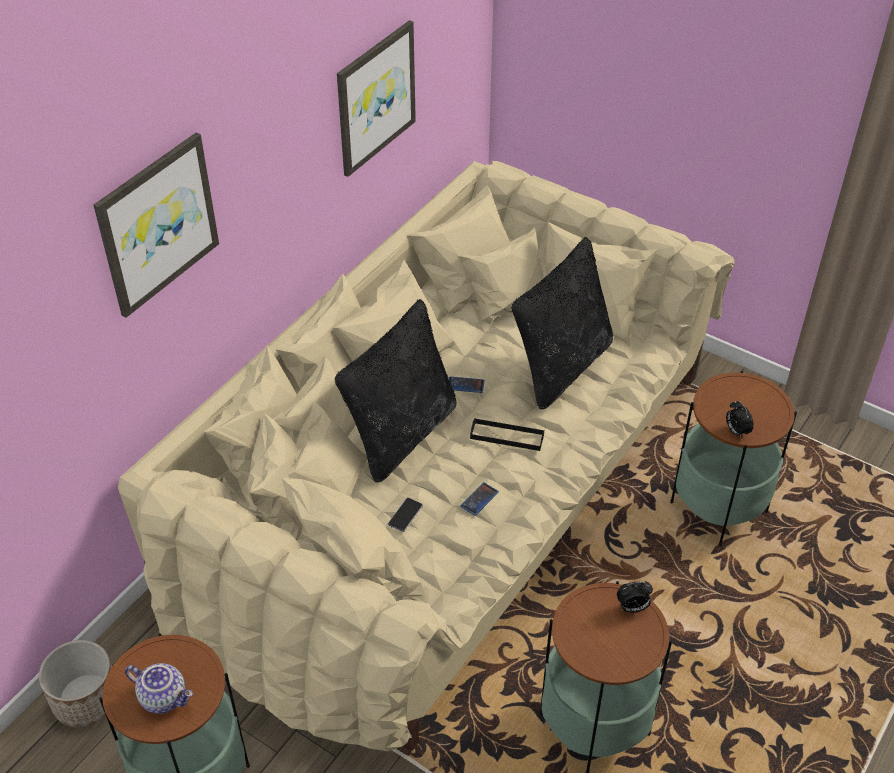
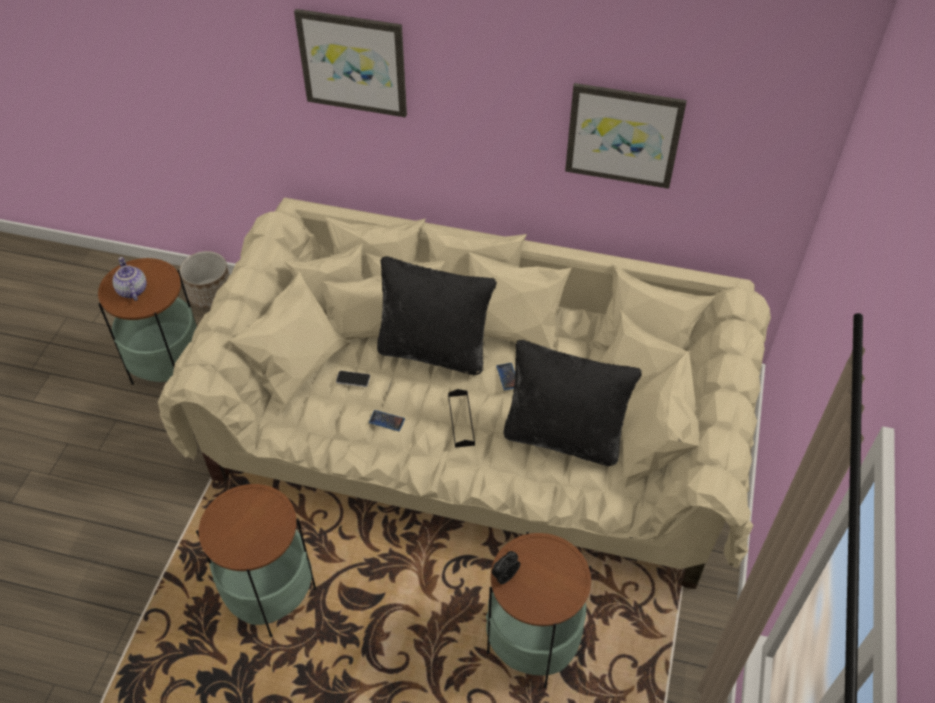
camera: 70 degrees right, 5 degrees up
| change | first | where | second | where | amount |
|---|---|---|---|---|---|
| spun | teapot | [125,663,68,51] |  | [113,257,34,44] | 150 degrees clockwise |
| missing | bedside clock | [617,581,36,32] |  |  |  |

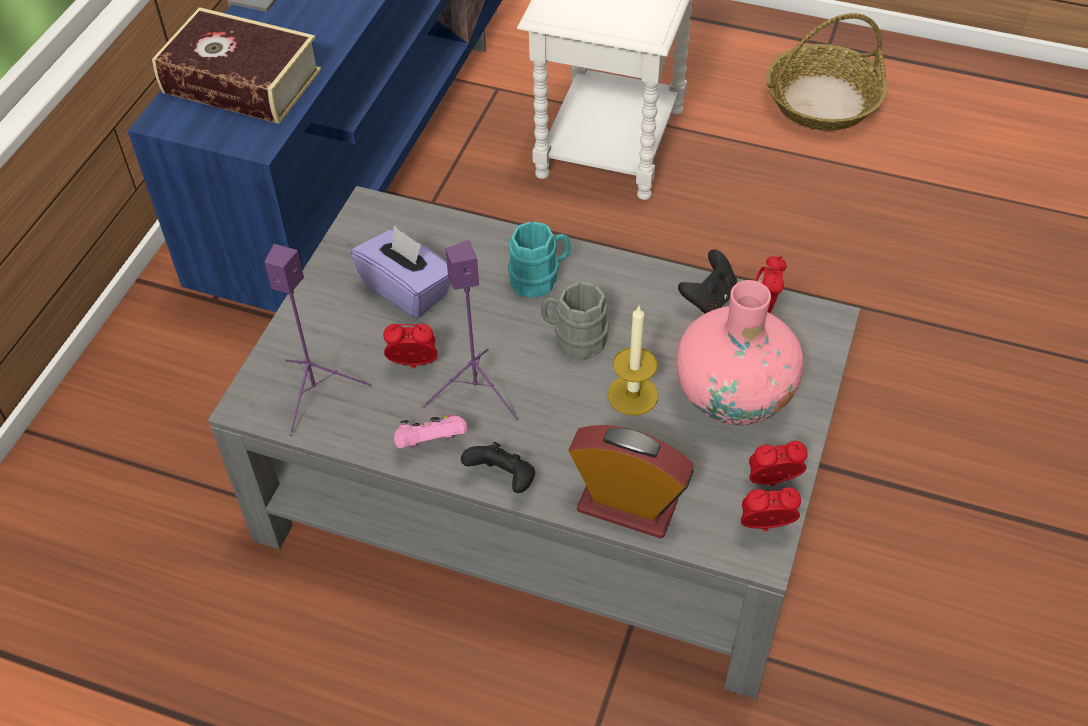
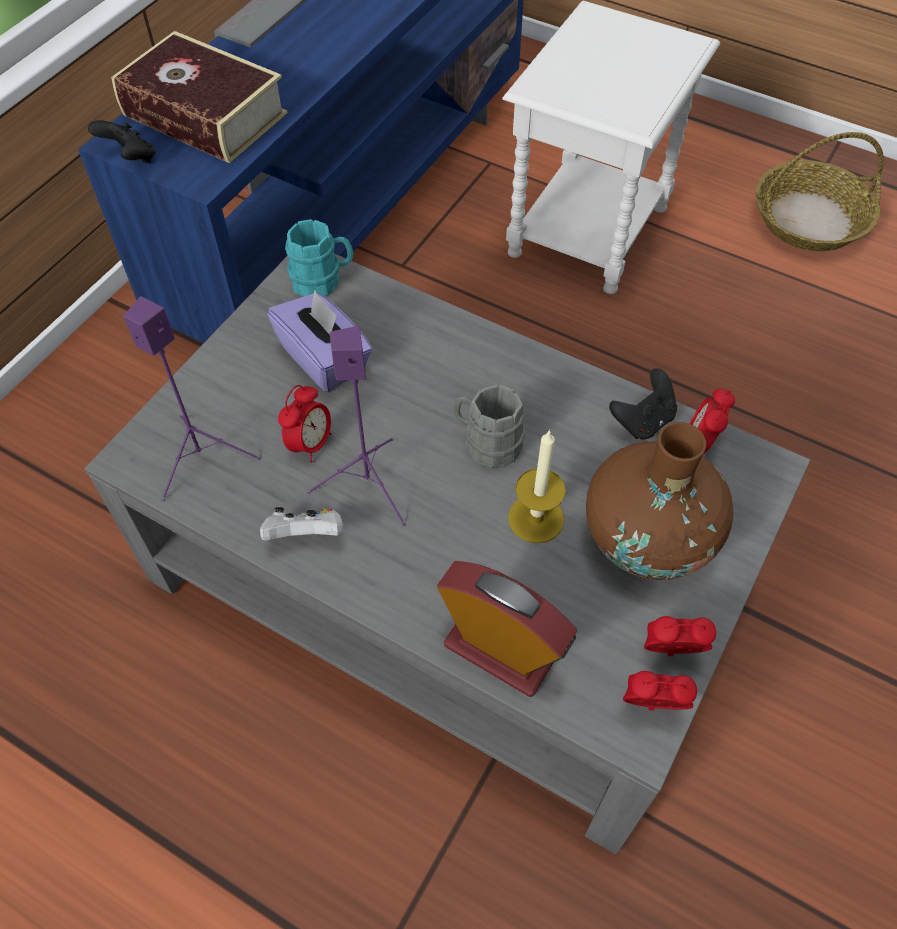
camera: 10 degrees right, 5 degrees up
| change | first | where | second | where | amount |
|---|---|---|---|---|---|
| relocated | black joypad | [461,442,74,51] |  | [88,120,67,43] |  |
| colour | pinkish joypad | [394,414,73,34] | whitish joypad | [260,507,83,34] |  |
| spun | bedside clock | [383,324,54,44] |  | [278,385,54,78] | 105 degrees clockwise |
| relocated | blue-green tea mug | [508,222,63,76] |  | [285,219,68,78] |  |
| colour | pinkish flower vase | [676,280,128,145] | brown-coloured flower vase | [586,422,147,158] |  |

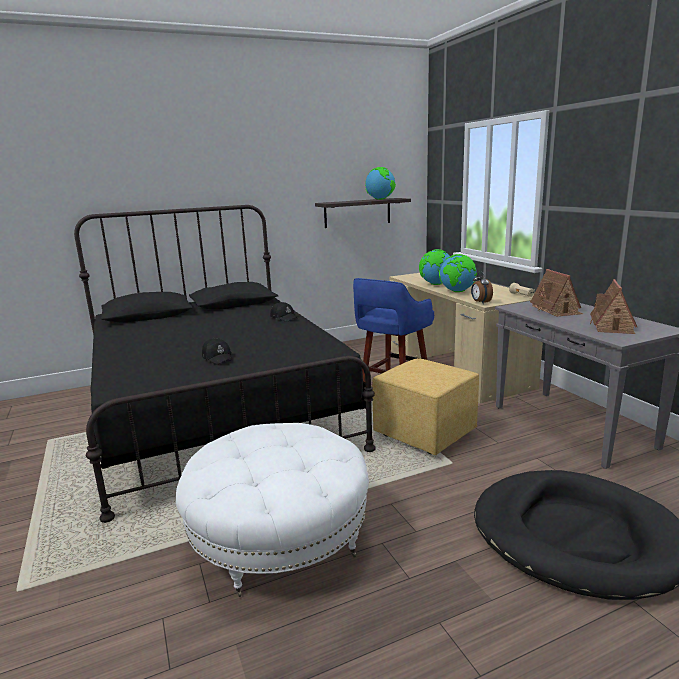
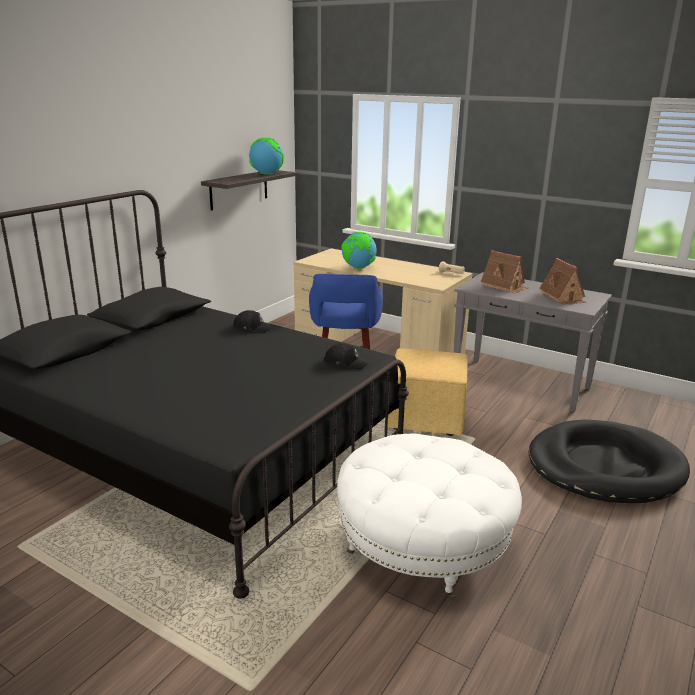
camera: 35 degrees left, 5 degrees up
| change | first | where | second | where | amount |
|---|---|---|---|---|---|
| relocated | black baseball cap | [202,338,30,27] |  | [324,343,45,26] |  |
| missing | world globe | [439,254,38,38] |  |  |  |
| missing | bedside clock | [471,271,22,33] |  |  |  |

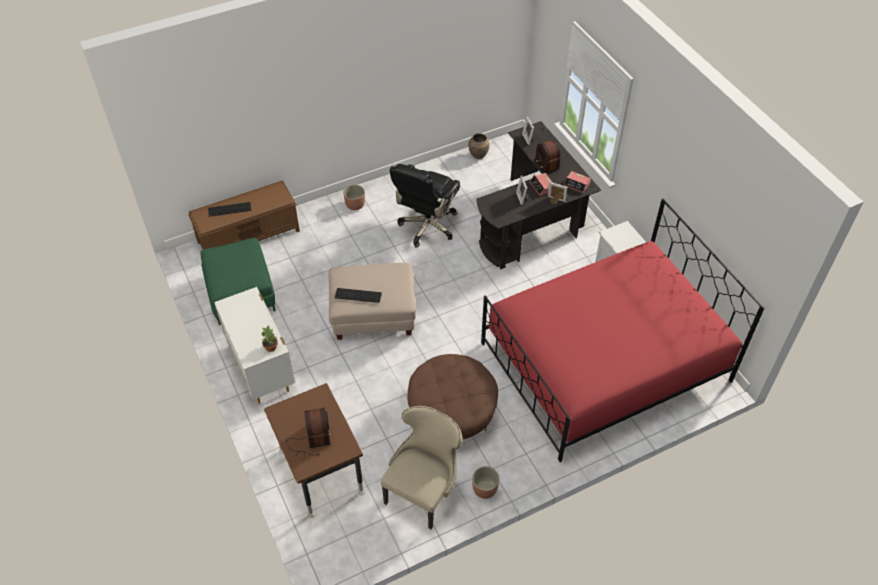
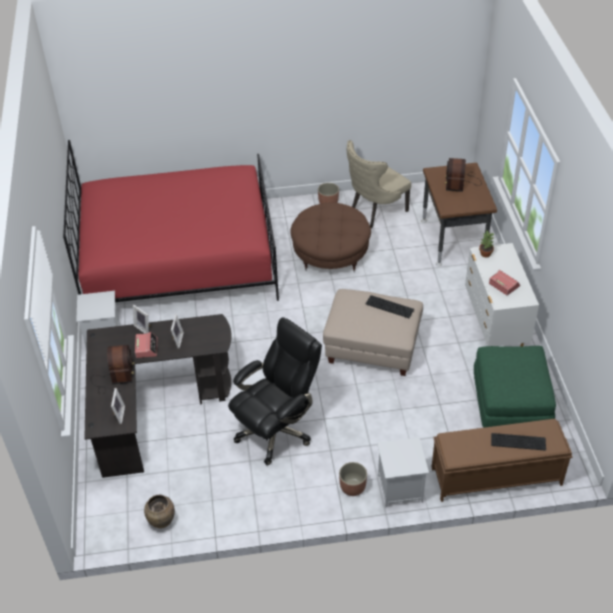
camera: 160 degrees left, 5 degrees down
| change | first | where | second | where | amount |
|---|---|---|---|---|---|
| appeared |  |  | greyish bedside table | [377,437,52,71] |  |
| relocated | bedside clock | [564,171,27,22] |  | [489,270,31,25] |  |

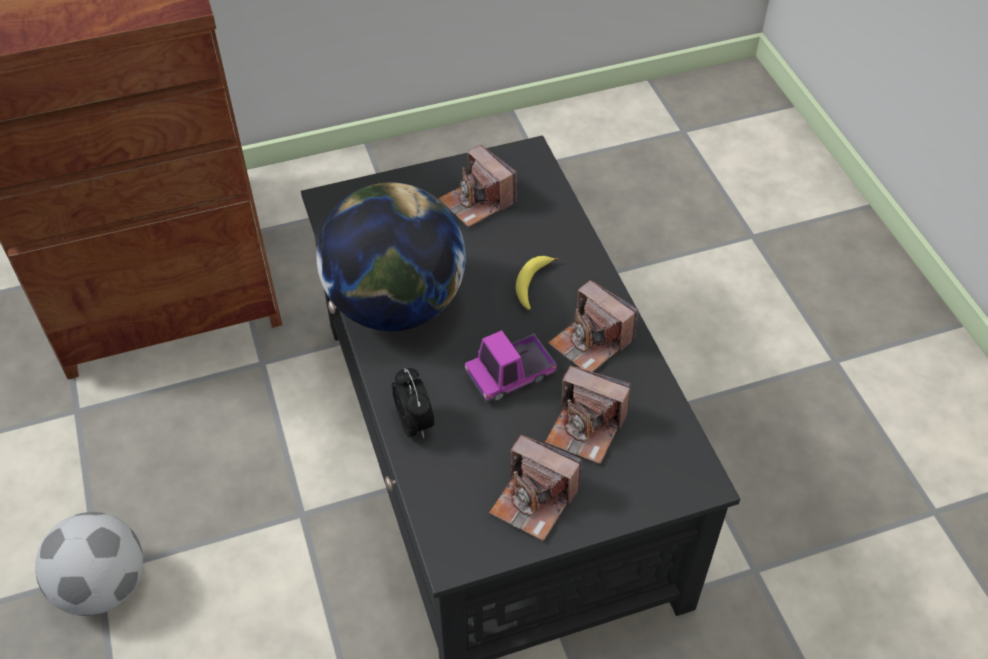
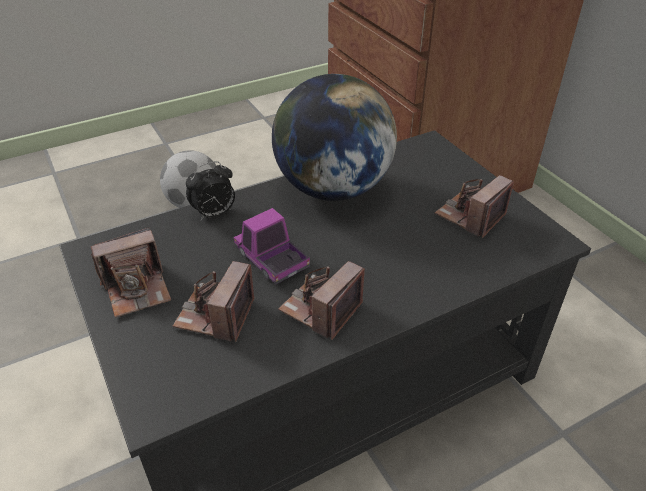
camera: 80 degrees right, 10 degrees down
| change | first | where | second | where | amount |
|---|---|---|---|---|---|
| spun | photo camera | [489,435,93,106] |  | [91,228,80,90] | 135 degrees counterclockwise |
| missing | banana fruit | [516,256,42,54] |  |  |  |

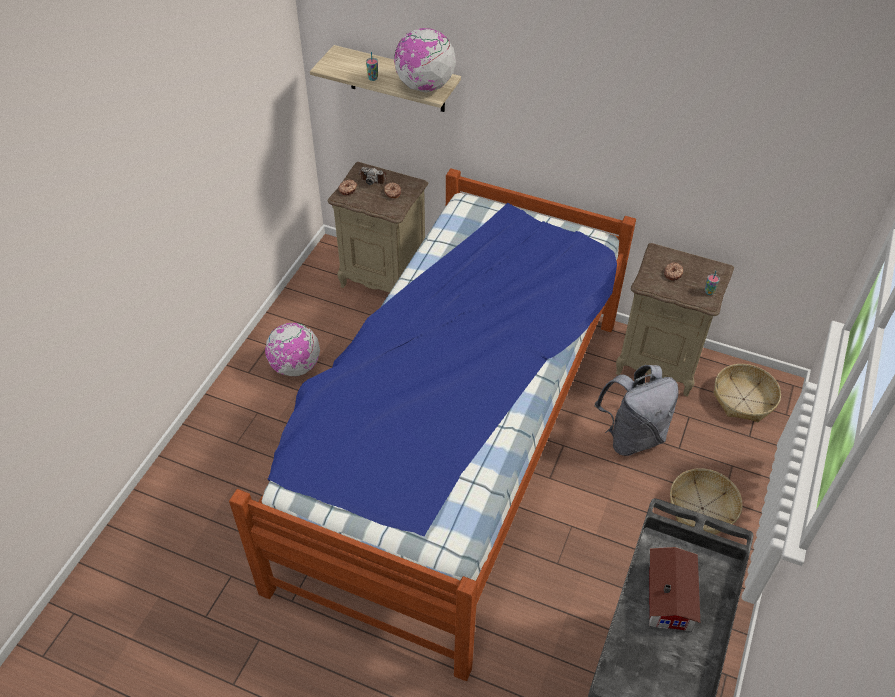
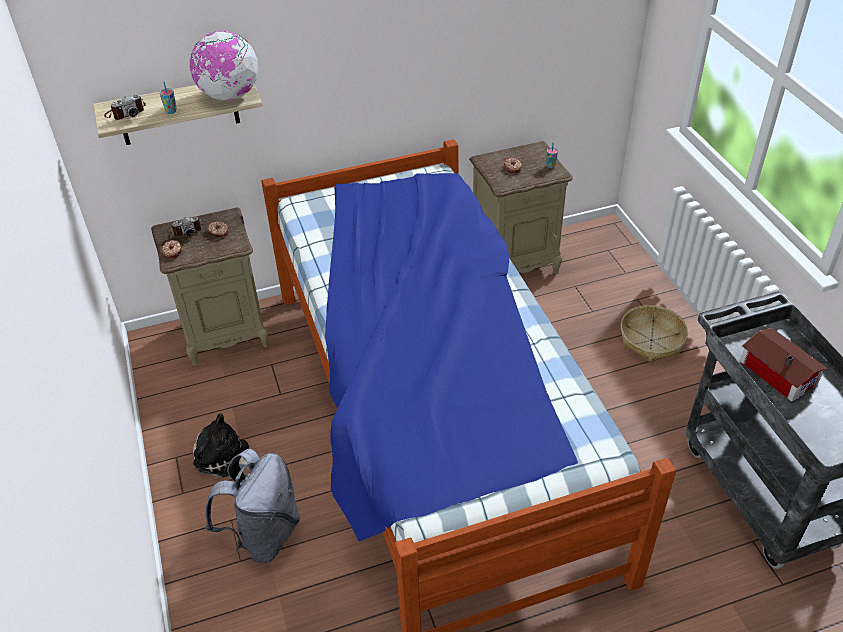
camera: 40 degrees left, 5 degrees down
| change | first | where | second | where | amount |
|---|---|---|---|---|---|
| appeared |  |  | photo camera | [104,94,42,26] |  |
| exchanged | world globe | [265,323,55,53] | soft toy | [193,413,56,64] |  |
| relocated | greyish knapsack | [594,365,84,91] |  | [205,449,95,114] |  |
| missing | basket | [714,364,67,58] |  |  |  |

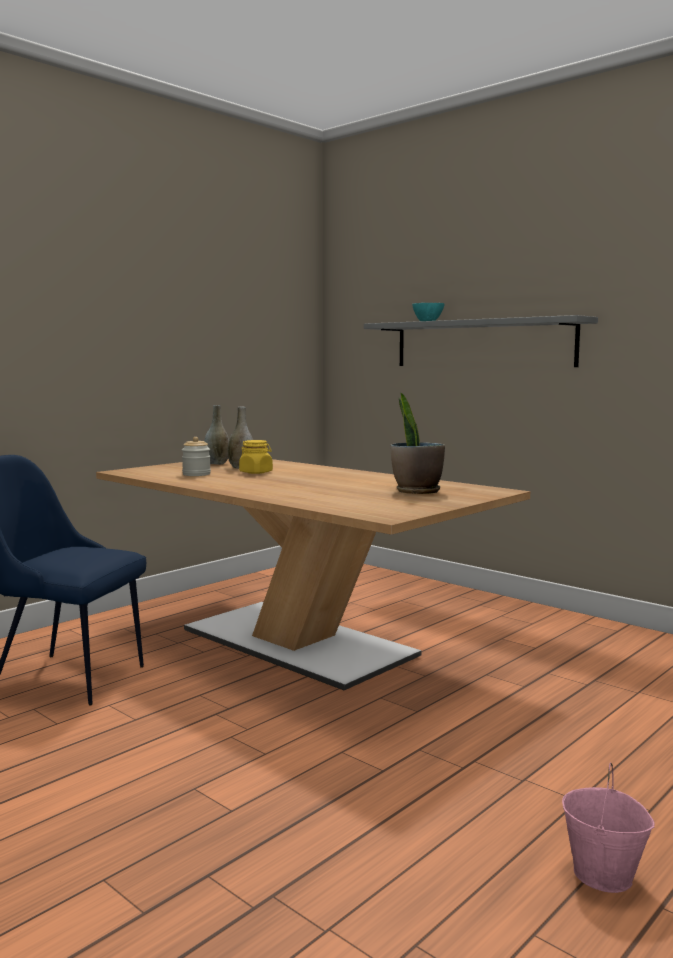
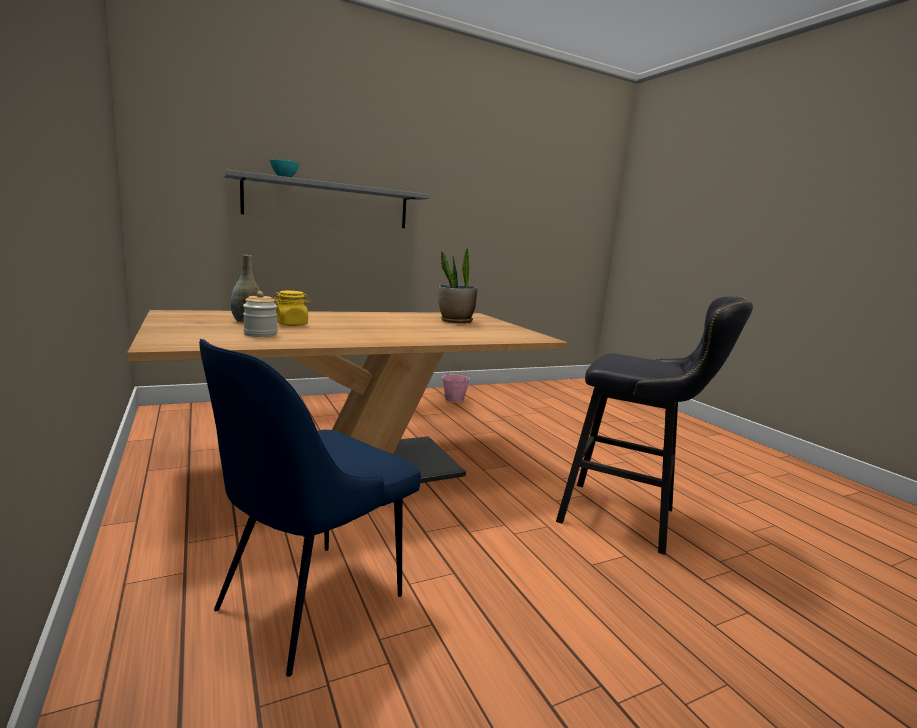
camera: 70 degrees left, 5 degrees up
| change | first | where | second | where | amount |
|---|---|---|---|---|---|
| relocated | pinkish pail | [562,763,93,130] |  | [442,362,28,41] |  |
| appeared |  |  | black sitting stool | [556,296,197,259] |  |
| missing | greyish flower vase | [204,405,25,60] |  |  |  |

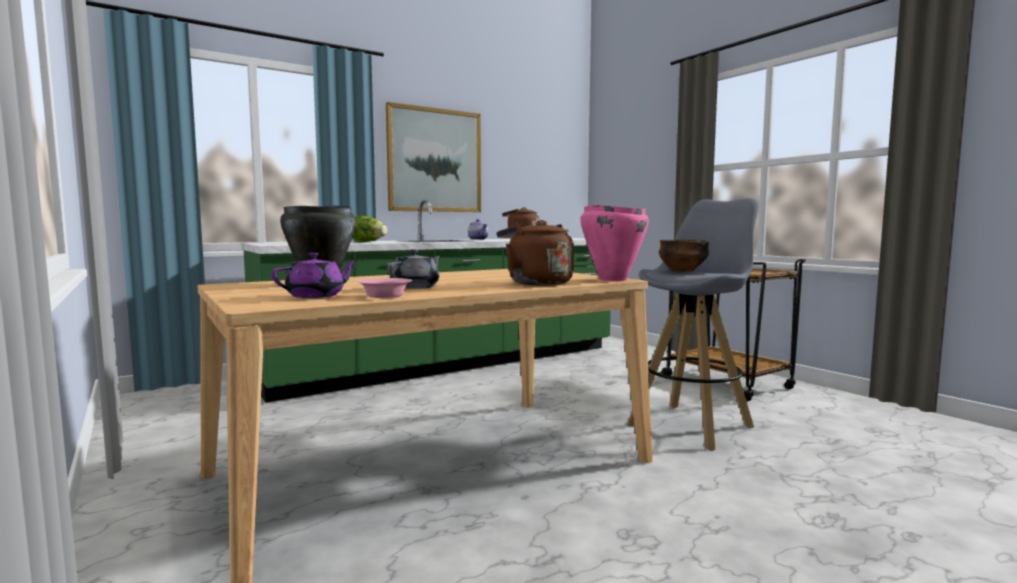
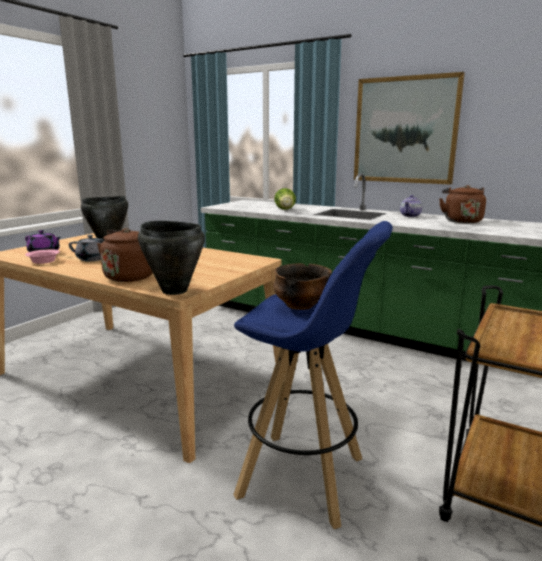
camera: 65 degrees right, 10 degrees up
| change | first | where | second | where | amount |
|---|---|---|---|---|---|
| colour | pinkish cooking pot | [580,205,69,76] | black cooking pot | [138,221,67,74] |  |
| colour | greyish sitting stool | [627,198,132,253] | blue-coloured sitting stool | [233,221,160,308] |  |

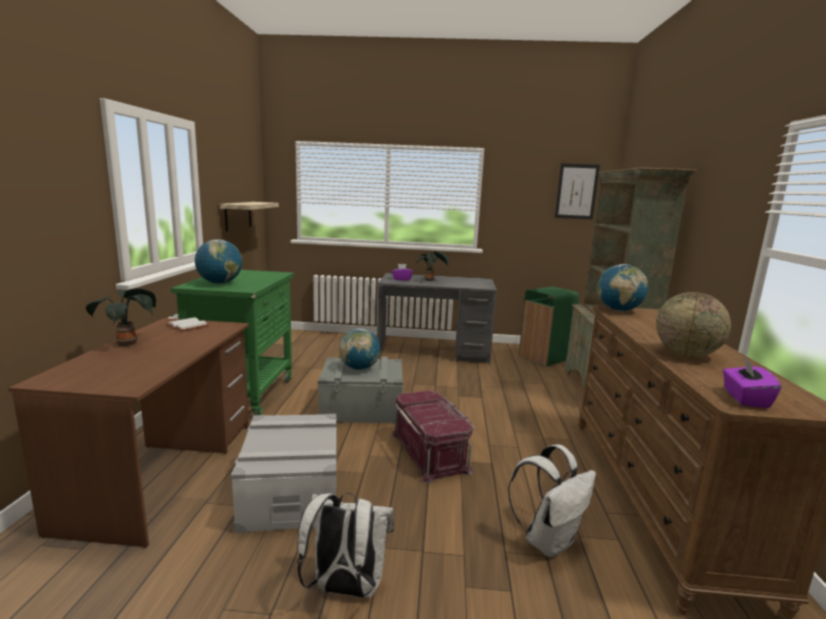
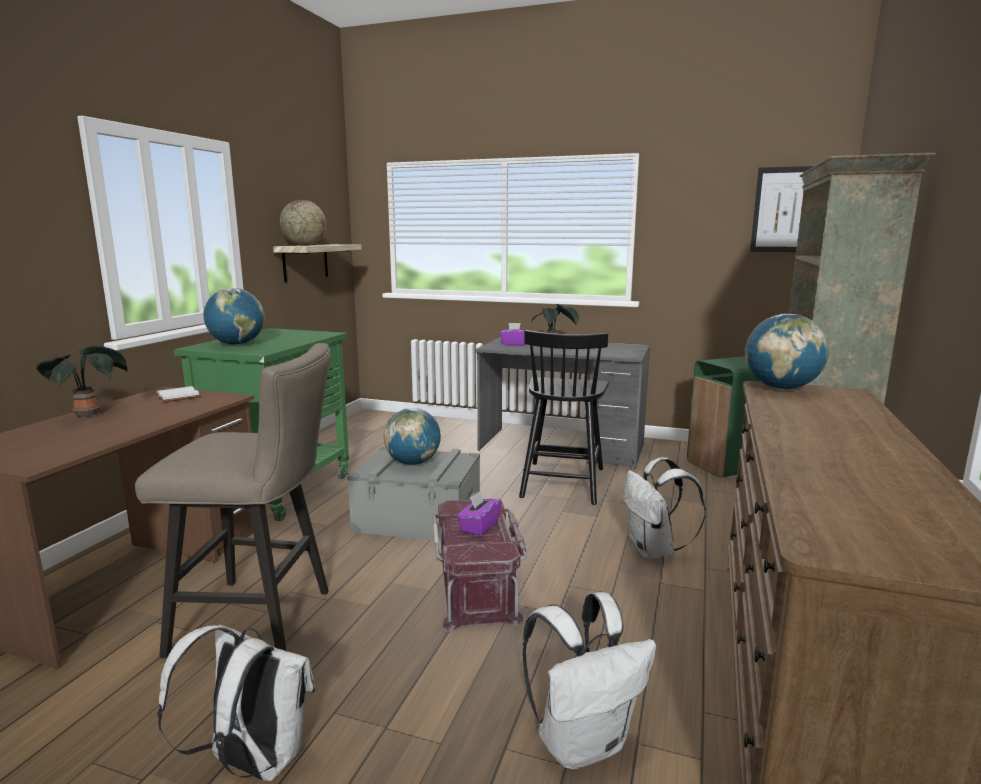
camera: 15 degrees right, 0 degrees up
| change | first | where | second | where | amount |
|---|---|---|---|---|---|
| exchanged | greyish storage container | [231,414,106,119] | sand-coloured sitting stool | [135,343,196,315] |  |
| relocated | world globe | [656,292,75,65] |  | [280,200,46,46] |  |
| relocated | purplish tissue box | [723,358,58,51] |  | [457,490,45,46] |  |
| appeared |  |  | black plain chair | [519,330,90,175] |  |
| appeared |  |  | whitish knapsack | [623,457,83,102] |  |

